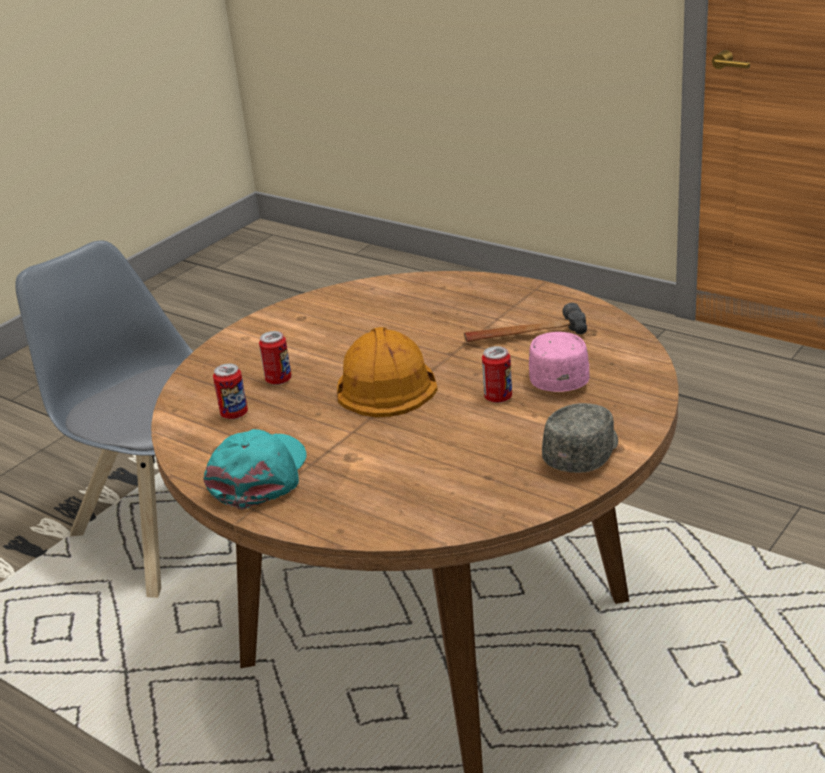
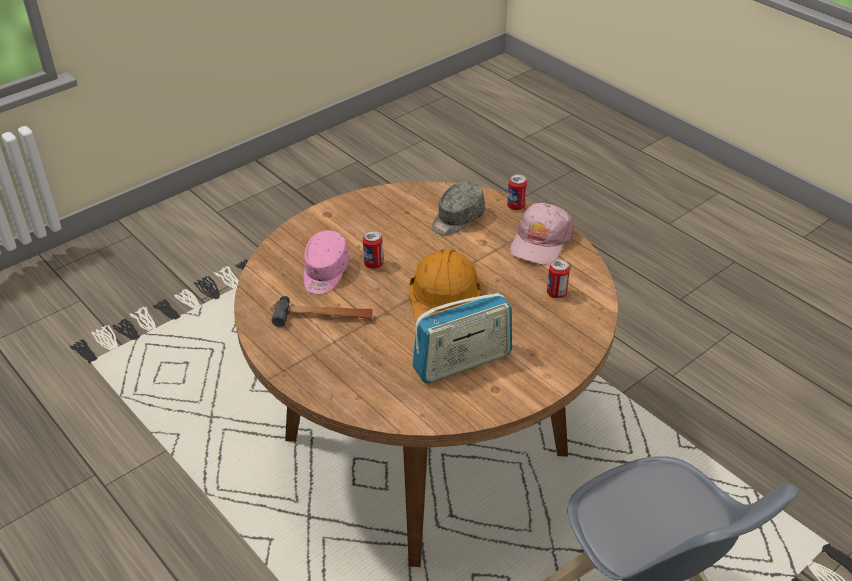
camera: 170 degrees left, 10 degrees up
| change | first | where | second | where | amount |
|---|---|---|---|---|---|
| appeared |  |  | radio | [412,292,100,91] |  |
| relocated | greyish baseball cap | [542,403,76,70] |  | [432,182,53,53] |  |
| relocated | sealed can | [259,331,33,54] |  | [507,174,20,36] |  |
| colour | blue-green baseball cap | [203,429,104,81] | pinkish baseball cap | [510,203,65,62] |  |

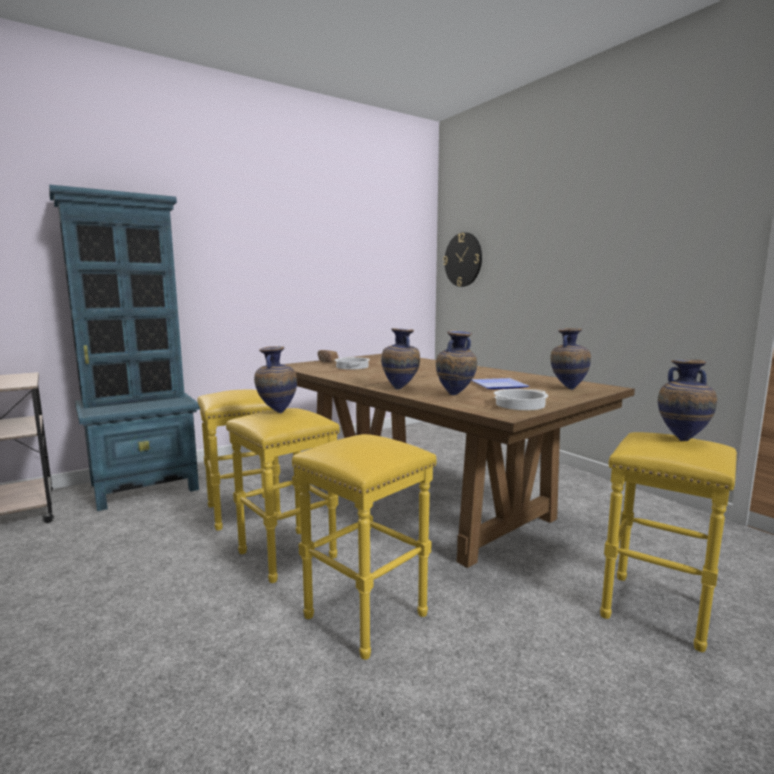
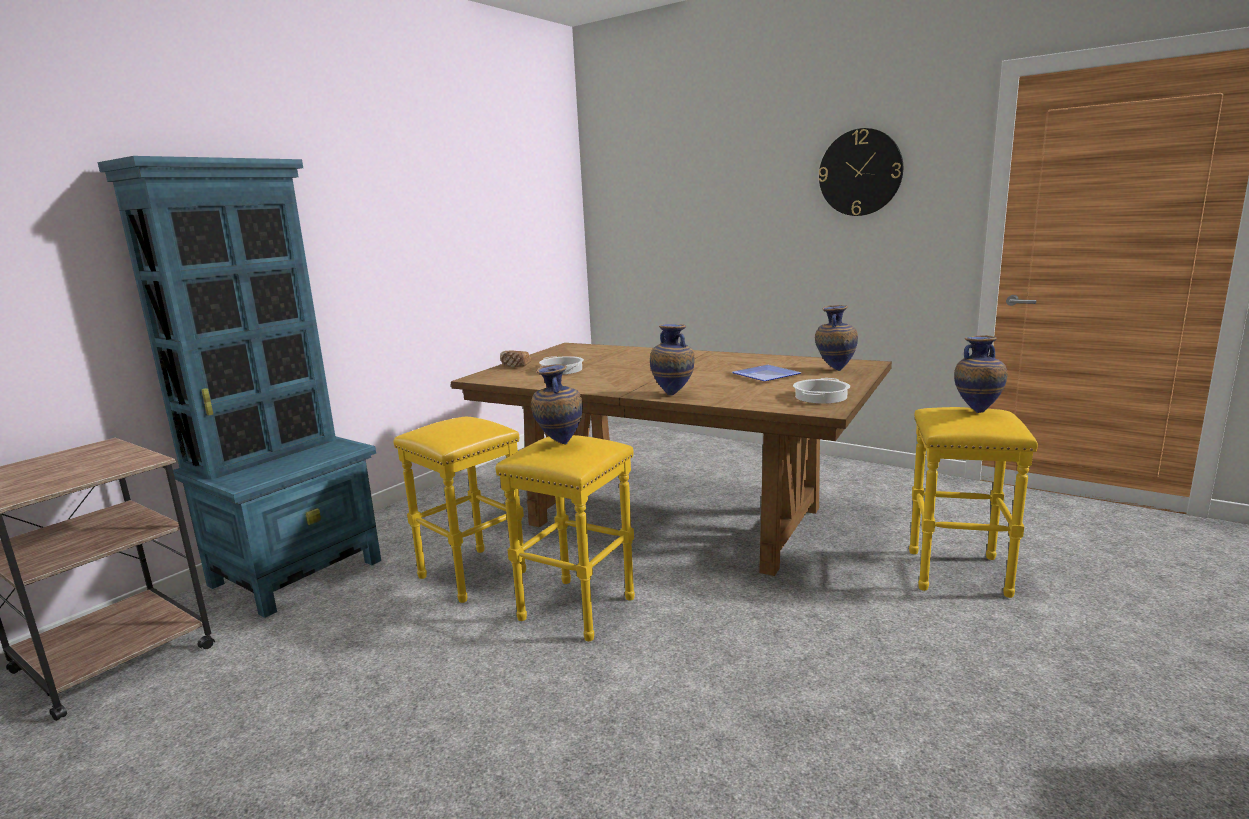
camera: 20 degrees left, 5 degrees up
| change | first | where | second | where | amount |
|---|---|---|---|---|---|
| relocated | clock on the wall | [443,232,39,55] |  | [819,128,84,88] |  |
| missing | yellowish sitting stool | [292,434,145,226] |  |  |  |
| missing | flower vase | [436,330,41,65] |  |  |  |

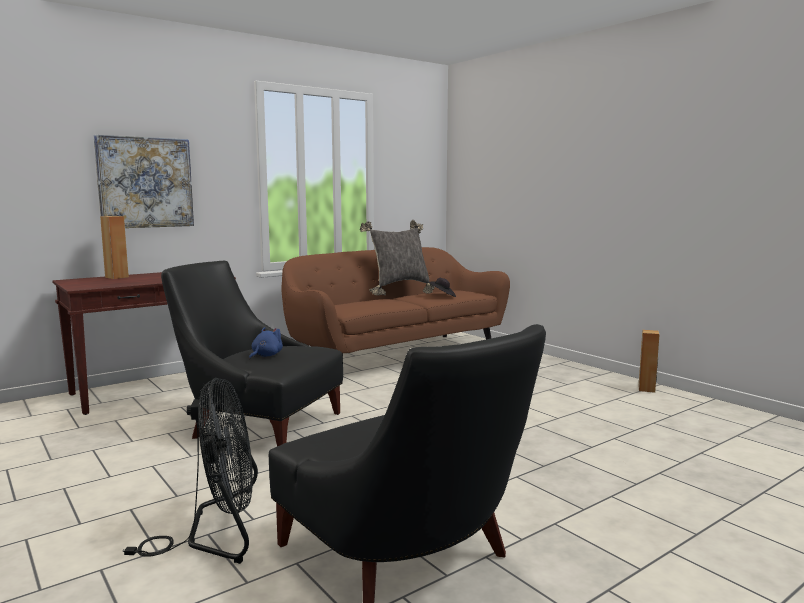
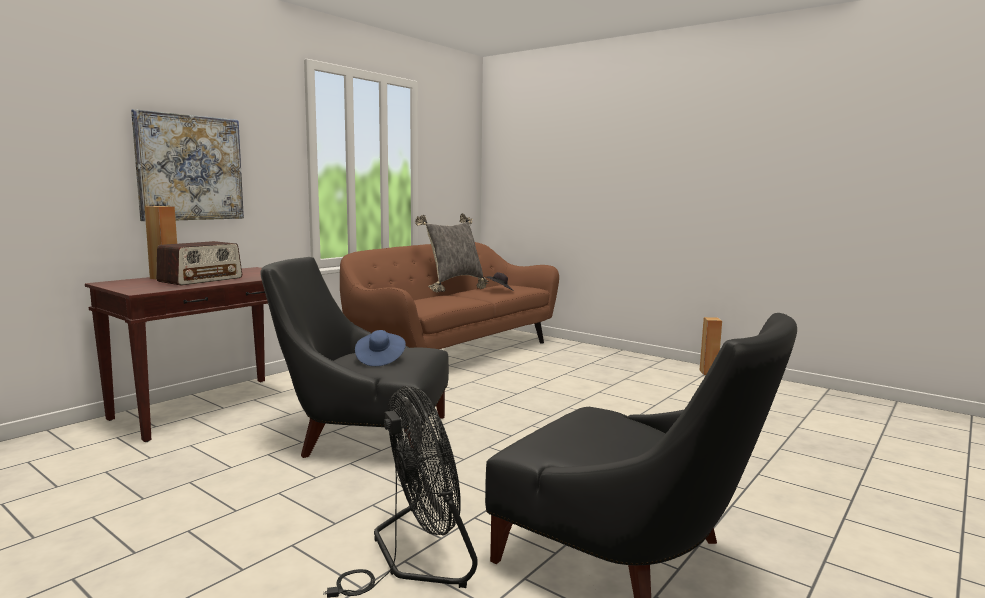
camera: 15 degrees left, 0 degrees up
| change | first | where | second | where | amount |
|---|---|---|---|---|---|
| appeared |  |  | radio | [156,241,86,45] |  |
| exchanged | blue-coloured soft toy | [249,327,34,32] | blue-coloured clothing hat | [355,330,51,36] |  |

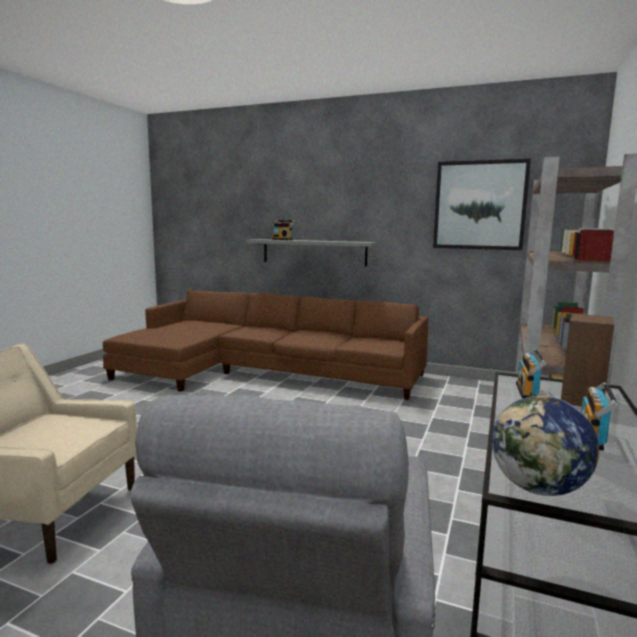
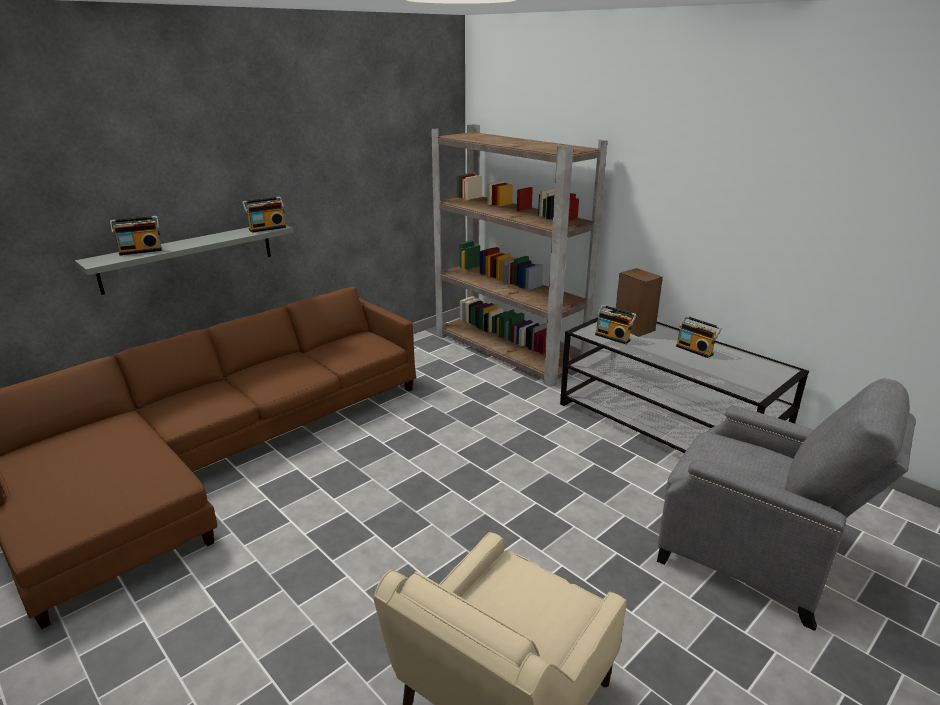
camera: 65 degrees left, 15 degrees up
| change | first | where | second | where | amount |
|---|---|---|---|---|---|
| appeared |  |  | radio | [242,197,44,36] |  |
| missing | wall art | [433,159,98,91] |  |  |  |
| missing | world globe | [492,396,107,100] |  |  |  |

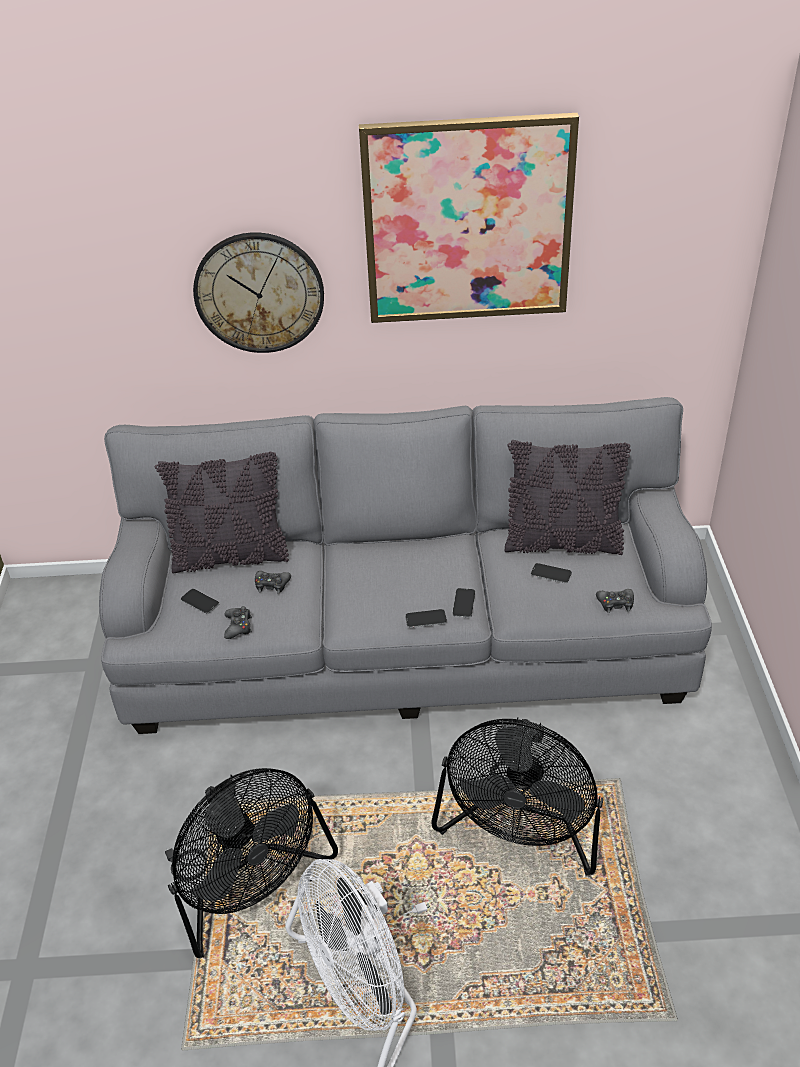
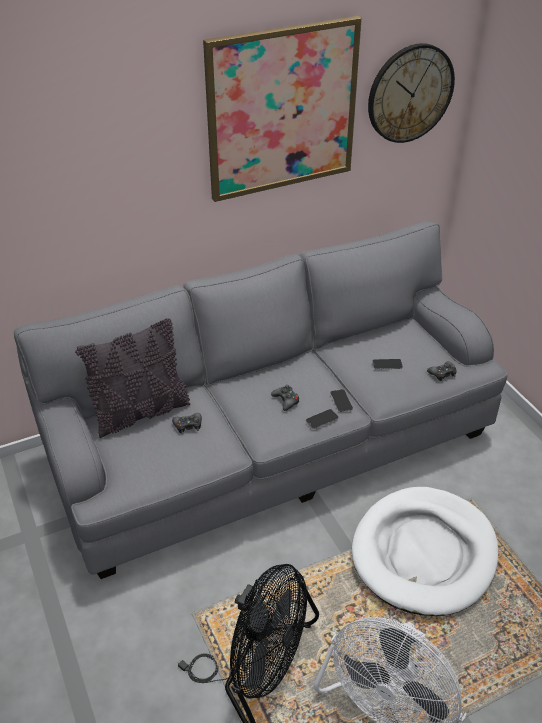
camera: 25 degrees left, 0 degrees up
| change | first | where | second | where | amount |
|---|---|---|---|---|---|
| relocated | black joypad | [224,606,28,33] |  | [271,385,28,26] |  |
| exchanged | black electric fan | [431,717,172,158] | whitish dog bed | [352,487,146,129] |  |
| relocated | clock on the wall | [193,232,131,121] |  | [368,43,87,100] |  |
| missing | phone | [181,589,39,25] |  |  |  |
| missing | black cushion | [504,440,127,115] |  |  |  |

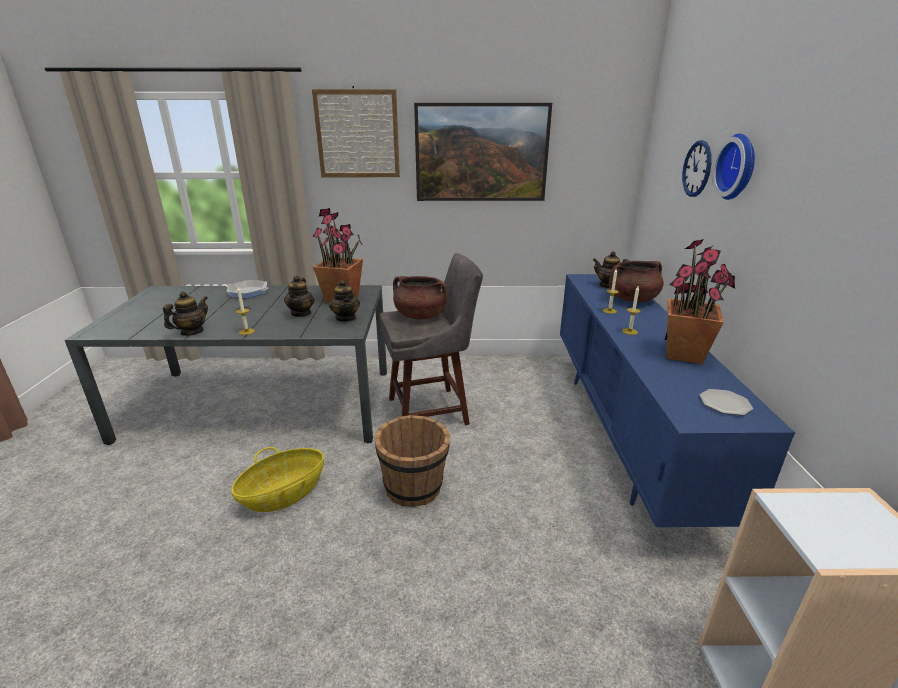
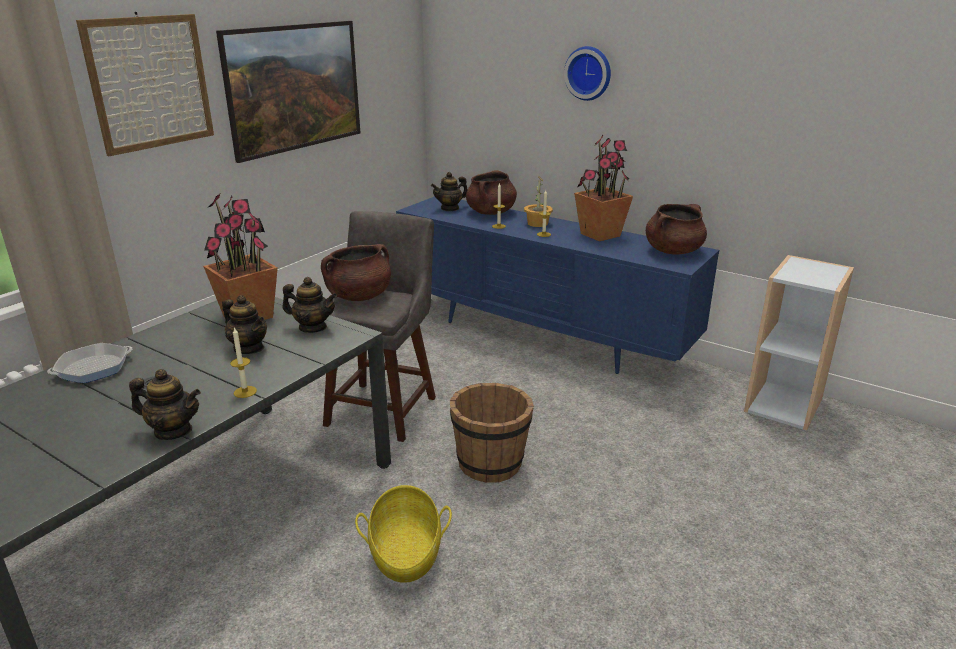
camera: 55 degrees left, 0 degrees up
| change | first | where | second | where | amount |
|---|---|---|---|---|---|
| spun | teapot | [163,291,45,45] |  | [129,369,72,71] | 120 degrees clockwise |
| appeared |  |  | houseplant | [524,176,29,51] |  |
| exchanged | flat dish | [699,389,54,26] | brown-coloured cooking pot | [646,204,61,51] |  |
| missing | clock on the wall | [682,140,30,57] |  |  |  |

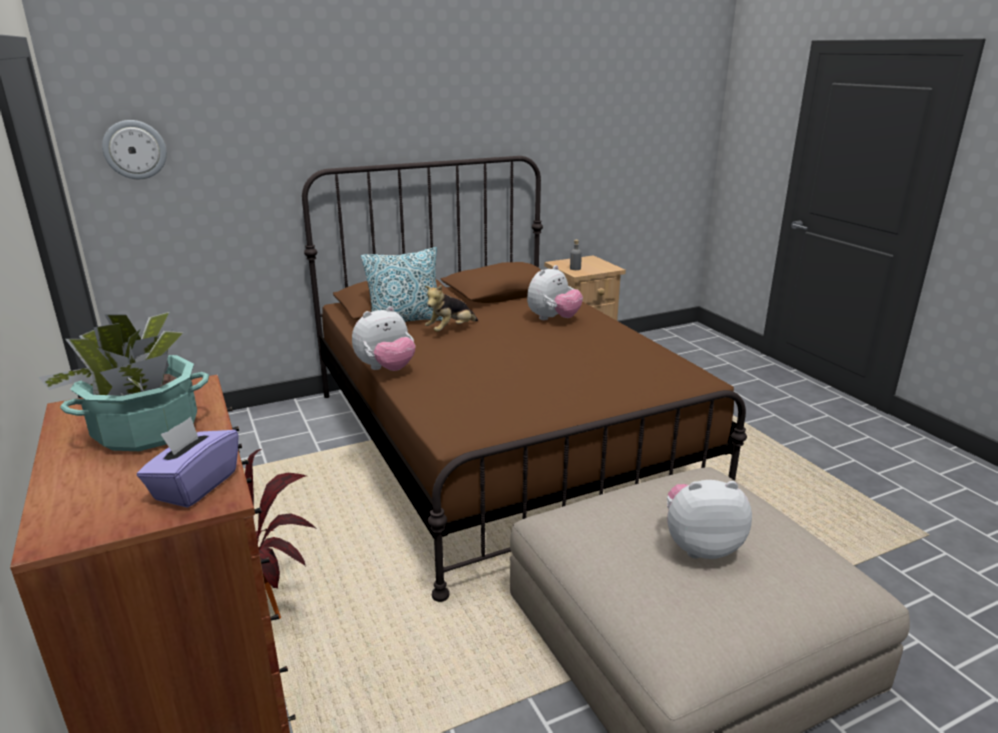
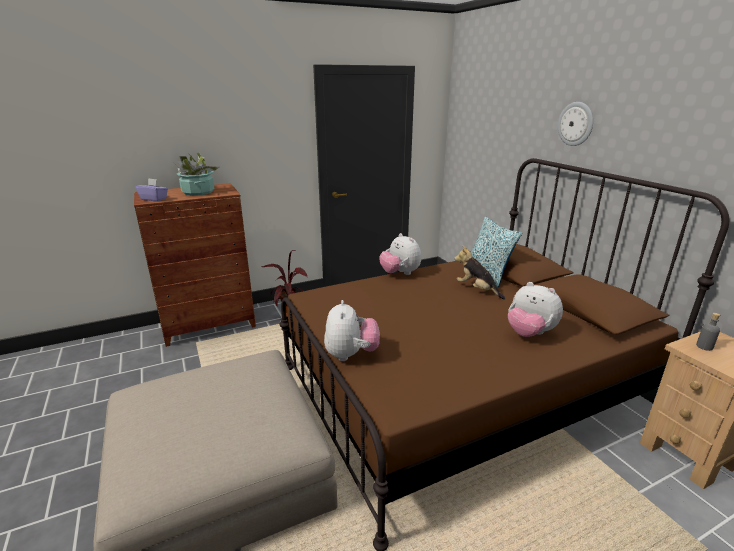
camera: 90 degrees right, 0 degrees up
| change | first | where | second | where | amount |
|---|---|---|---|---|---|
| relocated | soft toy | [667,480,85,79] |  | [324,300,56,61] |  |
| relocated | clock on the wall | [102,120,65,59] |  | [558,102,35,44] |  |

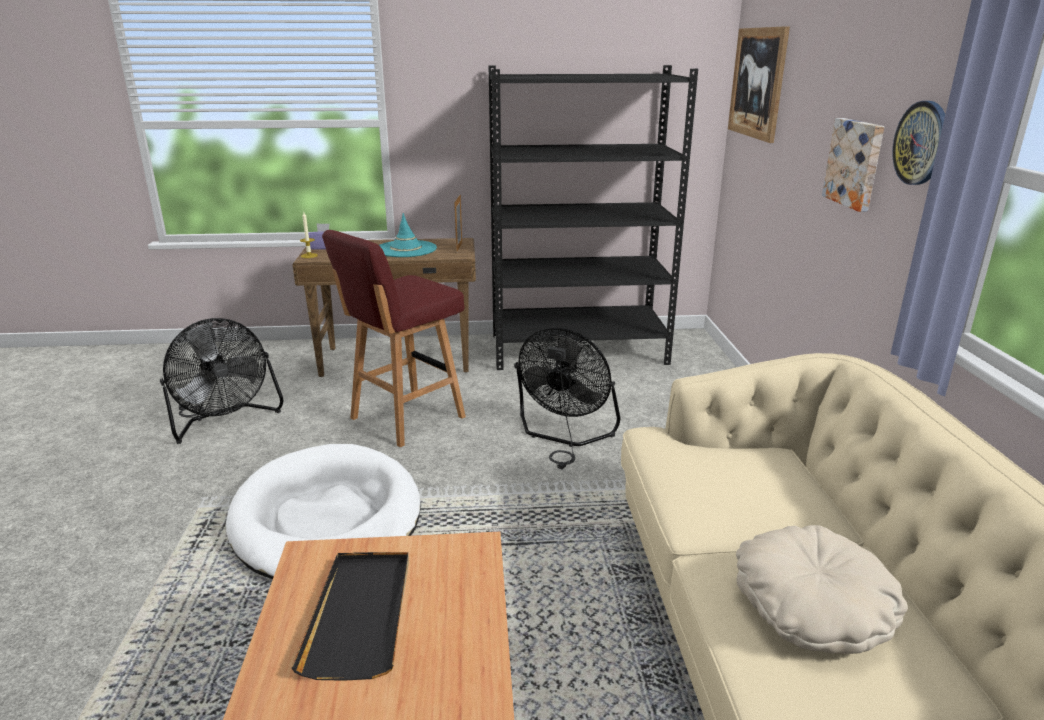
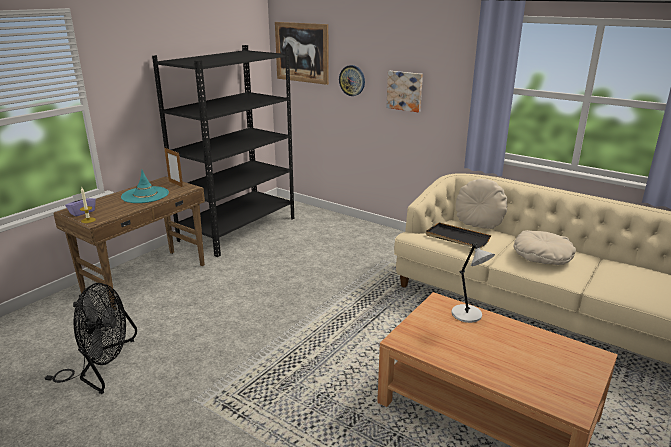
camera: 50 degrees left, 0 degrees up
| change | first | where | second | where | amount |
|---|---|---|---|---|---|
| relocated | clock on the wall | [892,101,53,84] |  | [339,65,26,31] |  |
| relocated | black serving tray | [292,552,117,129] |  | [426,222,65,26] |  |
| appeared |  |  | greyish table lamp | [452,243,43,80] |  |
| appeared |  |  | sand-coloured cushion | [456,179,51,50] |  |
| missing | whitish dog bed | [226,444,195,135] |  |  |  |
| missing | red-coloured sitting stool | [322,230,144,217] |  |  |  |
| missing | black electric fan | [514,328,106,141] |  |  |  |

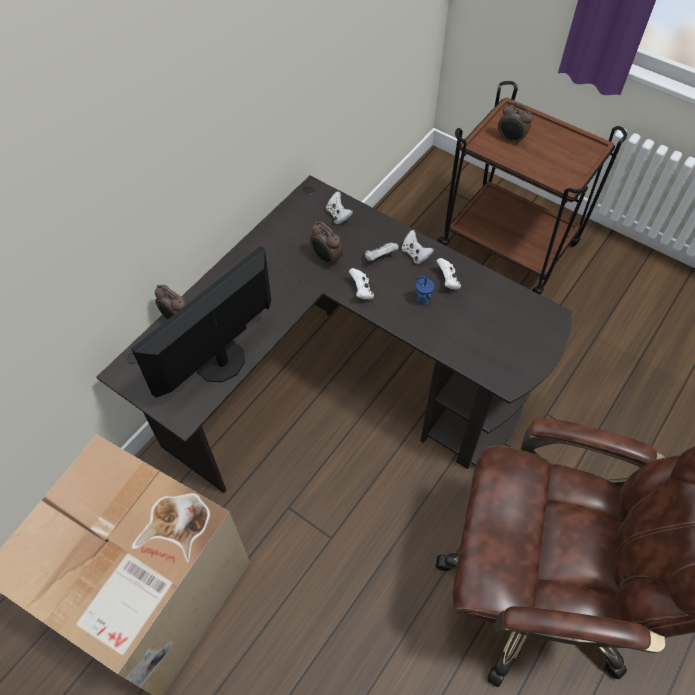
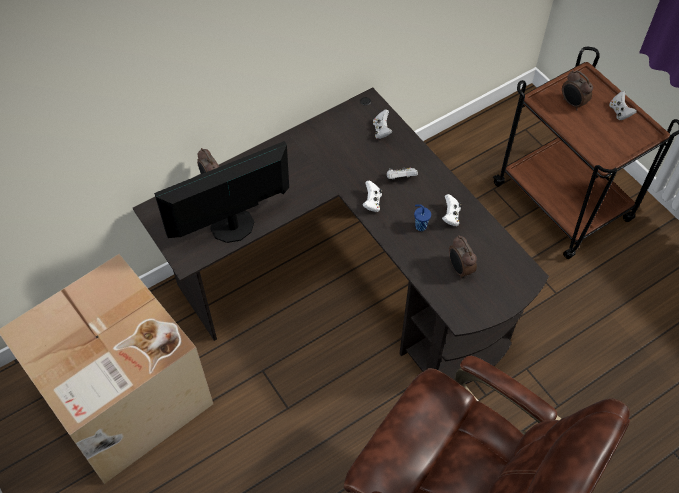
camera: 20 degrees right, 0 degrees up
| change | first | where | second | where | amount |
|---|---|---|---|---|---|
| relocated | bedside clock | [310,222,33,45] |  | [449,235,28,44] |  |
| relocated | whitish joypad | [402,230,32,34] |  | [609,91,28,29] |  |

